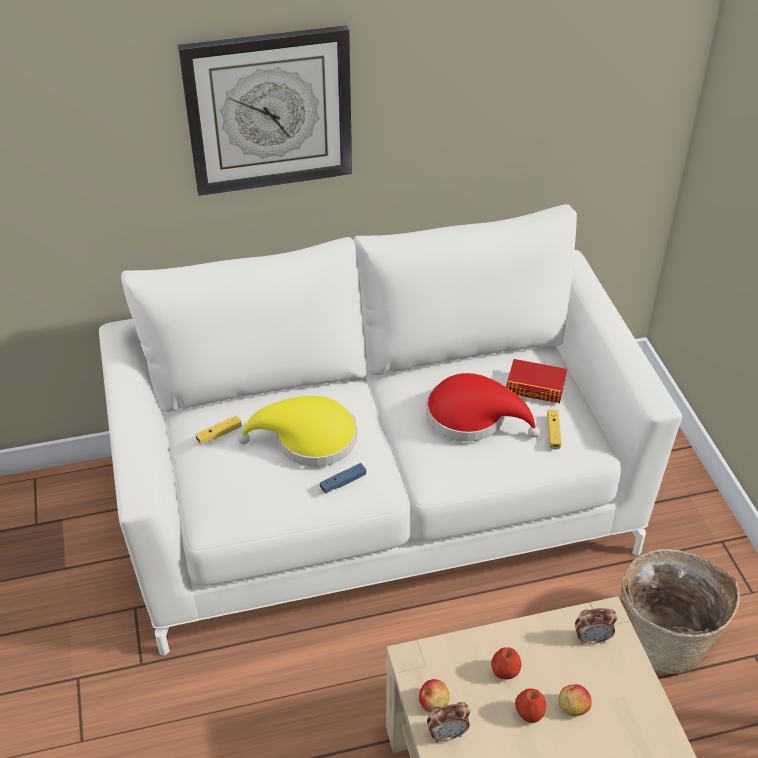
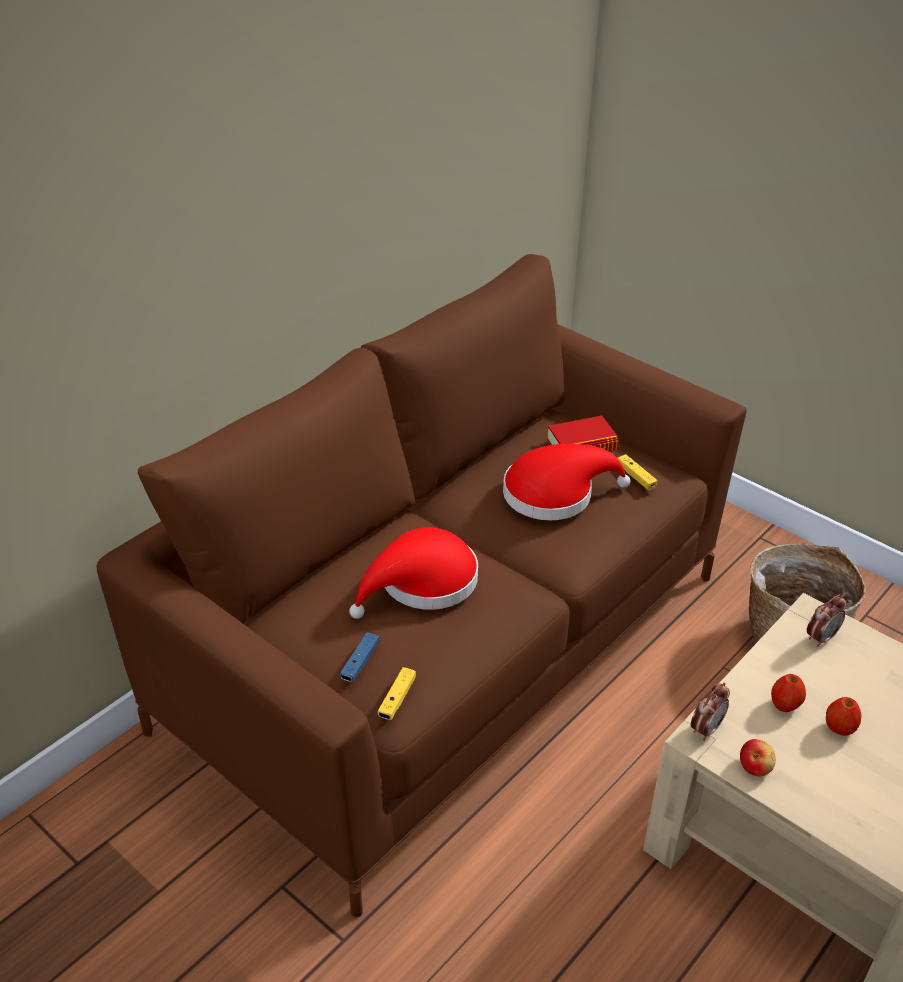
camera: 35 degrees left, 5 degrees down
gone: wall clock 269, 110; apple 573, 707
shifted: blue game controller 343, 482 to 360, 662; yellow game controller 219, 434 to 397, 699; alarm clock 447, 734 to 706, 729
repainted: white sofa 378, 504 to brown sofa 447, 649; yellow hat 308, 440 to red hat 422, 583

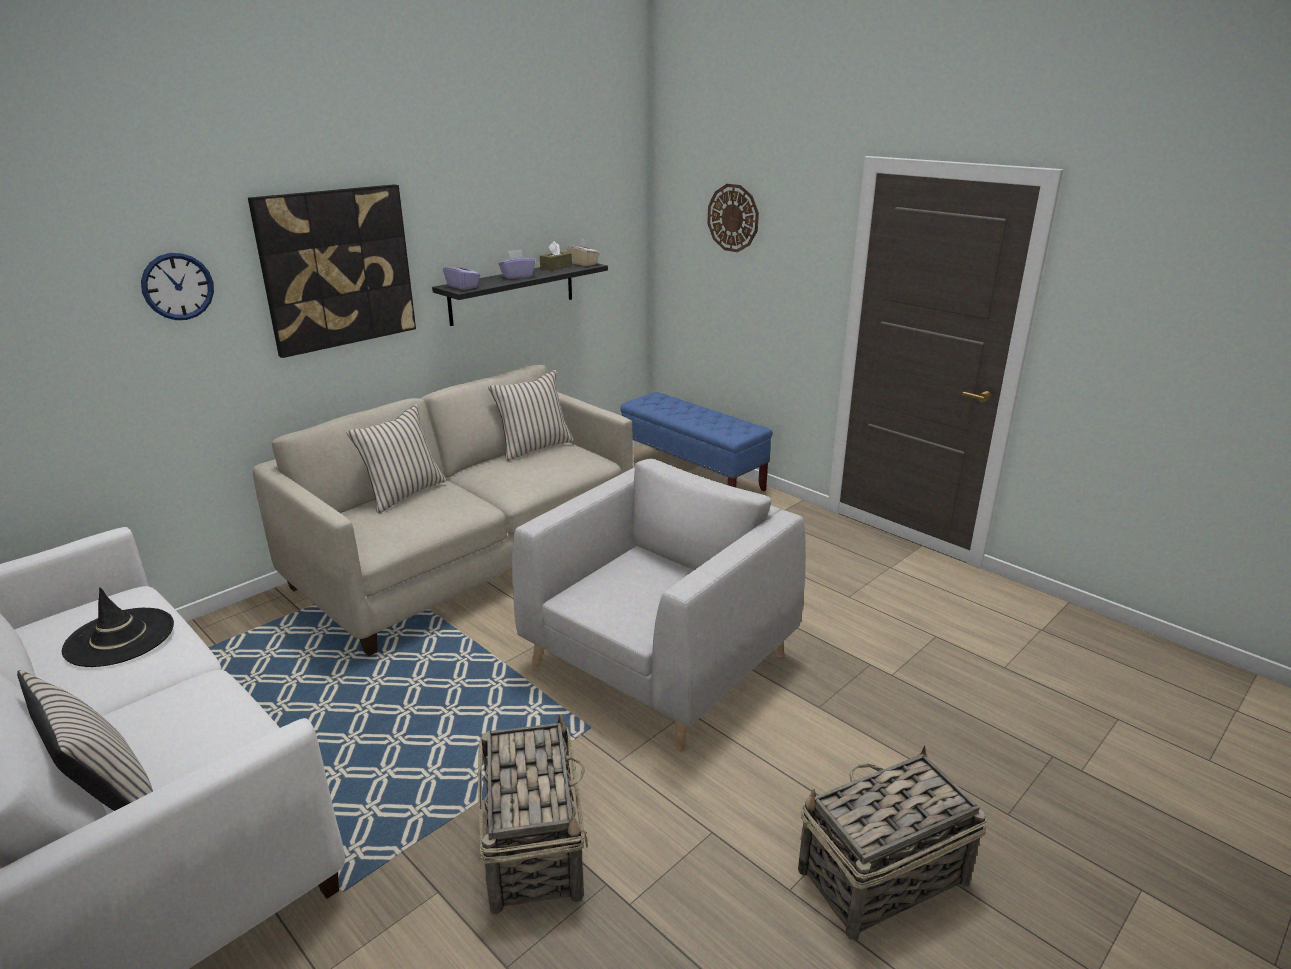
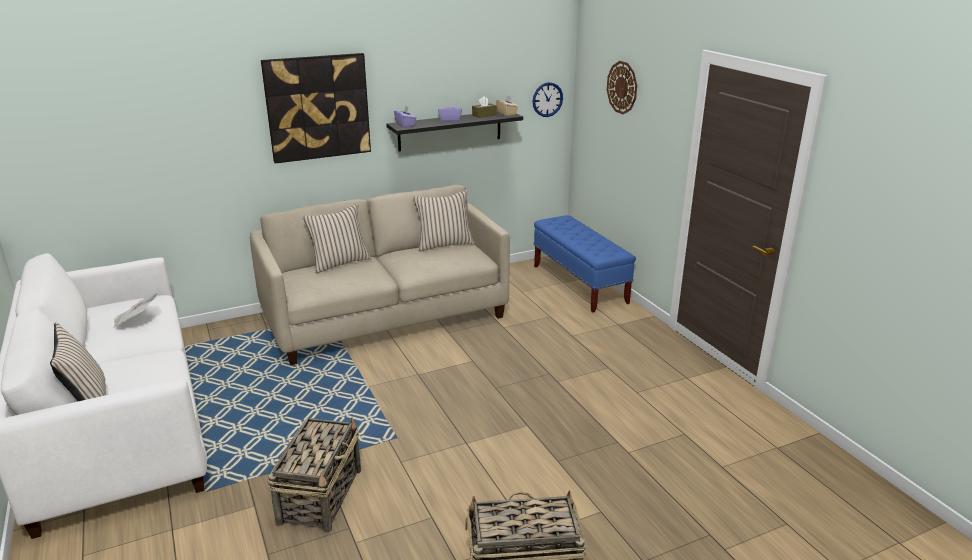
camera: 20 degrees right, 0 degrees up
gone: grey armchair 659, 660
shifted: wall clock 178, 286 to 547, 99
swapped: black hat 119, 637 to newspaper 136, 321

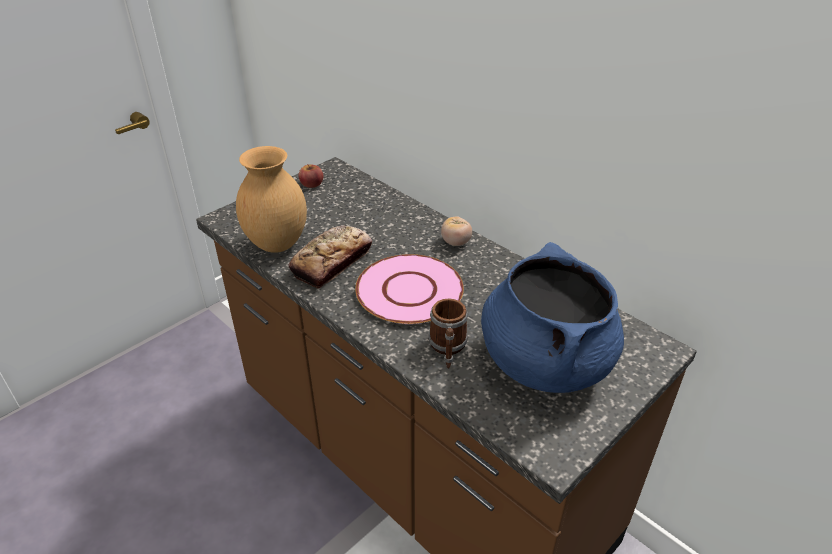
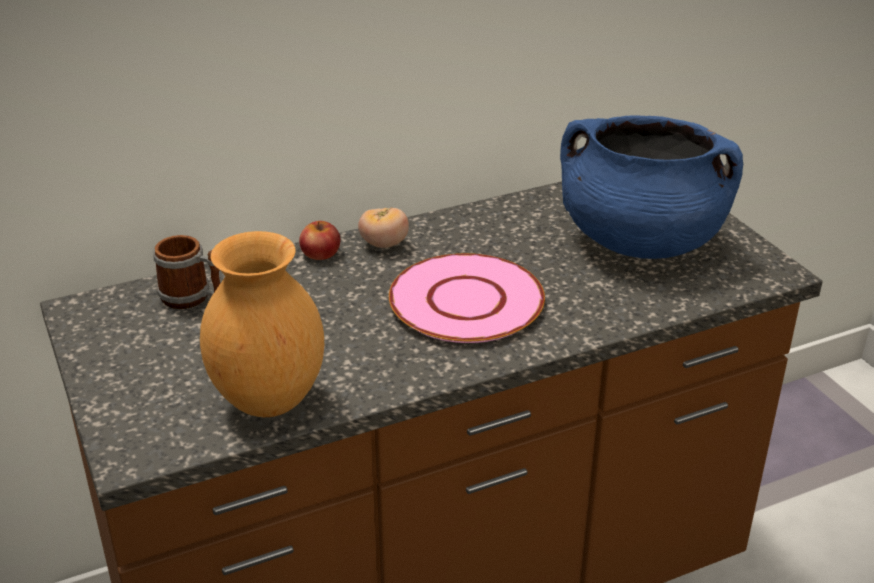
camera: 70 degrees left, 5 degrees down
gone: bread 332, 262
shifted: mug 447, 349 to 193, 299; apple 311, 183 to 320, 253

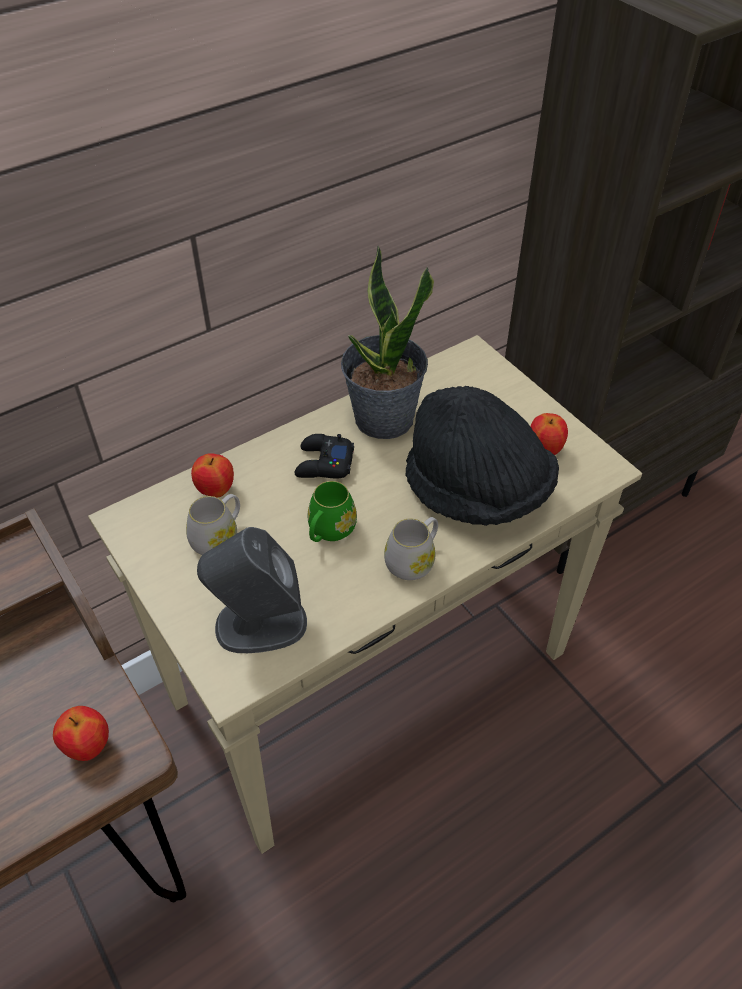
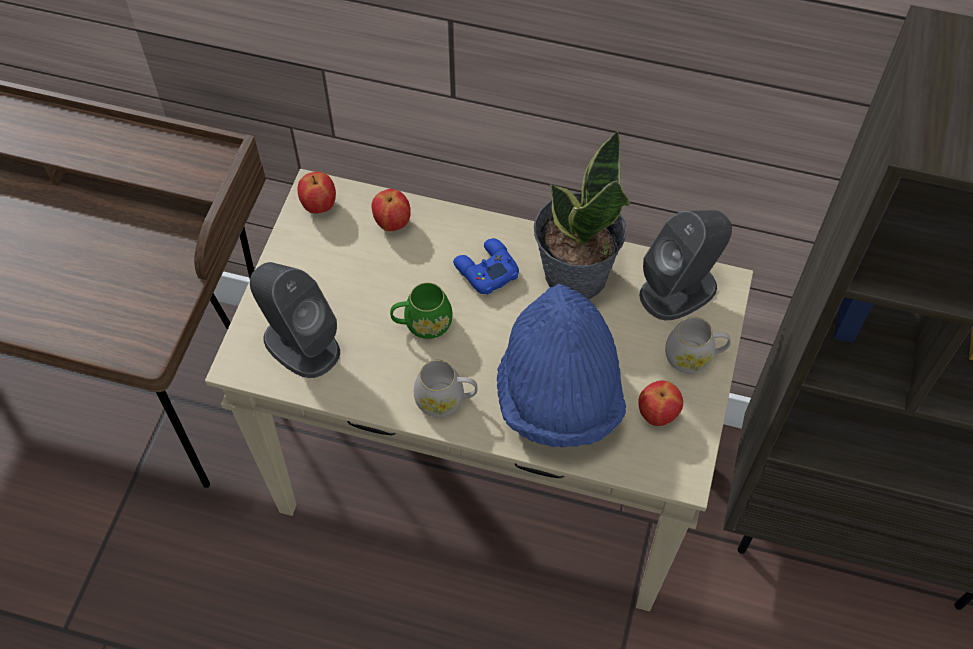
camera: 50 degrees right, 10 degrees up
new: grey speaker 679, 290
shifted: apple 88, 746 to 319, 206; white mug 219, 538 to 694, 356
repainted: black game controller 323, 463 to blue game controller 485, 270; black hat 476, 492 to blue hat 558, 395

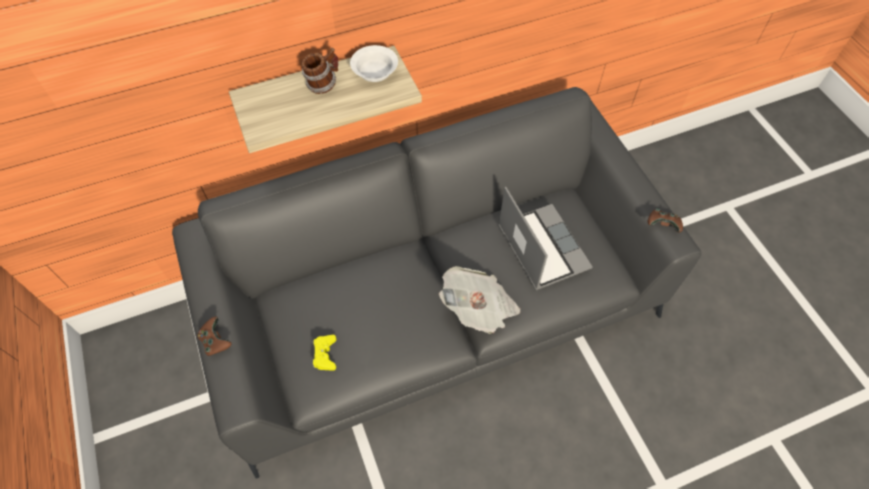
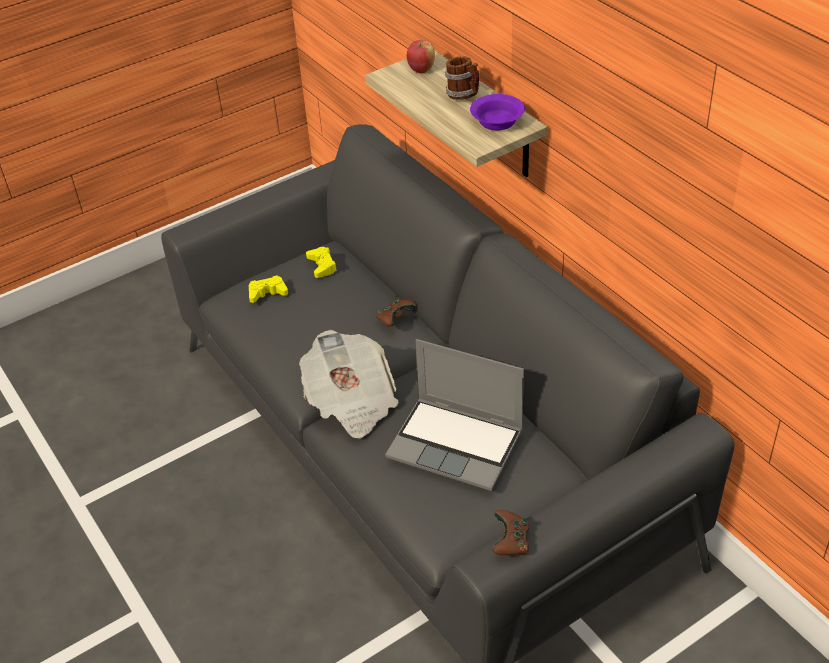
camera: 80 degrees right, 15 degrees down
new: yellow game controller 322, 266; apple 421, 69
shifted: brown game controller 216, 341 to 395, 319
repainted: white bowl 374, 72 to purple bowl 496, 121
rotated: laptop 541, 247 = 457, 444 60 degrees clockwise

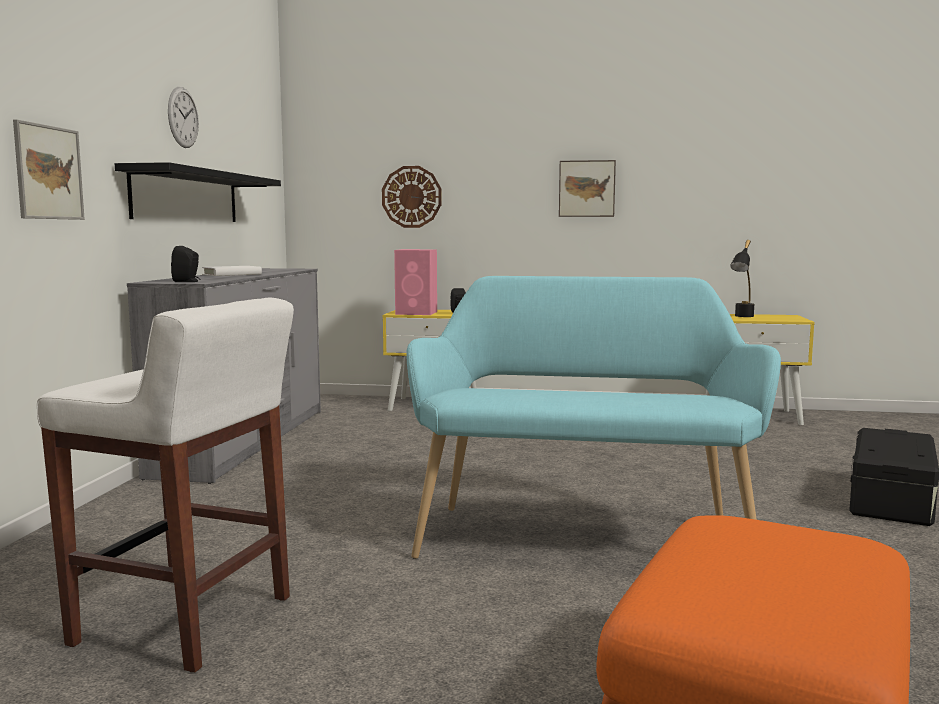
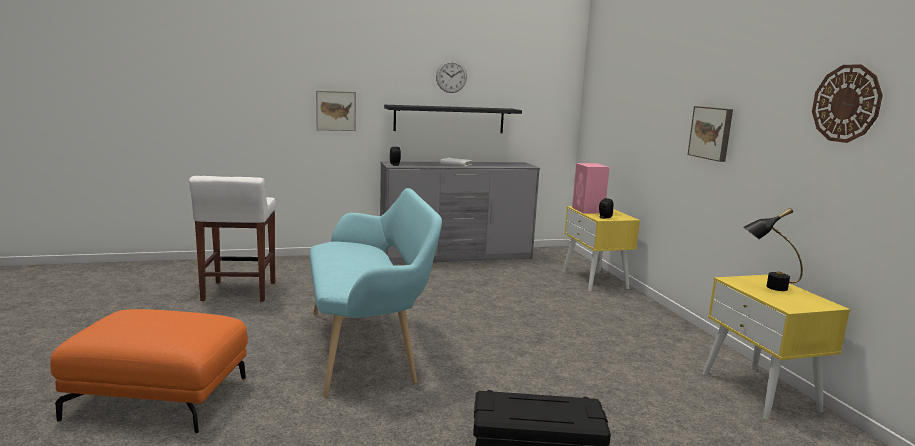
camera: 65 degrees right, 5 degrees up
shifted: wall clock 411, 197 to 846, 103

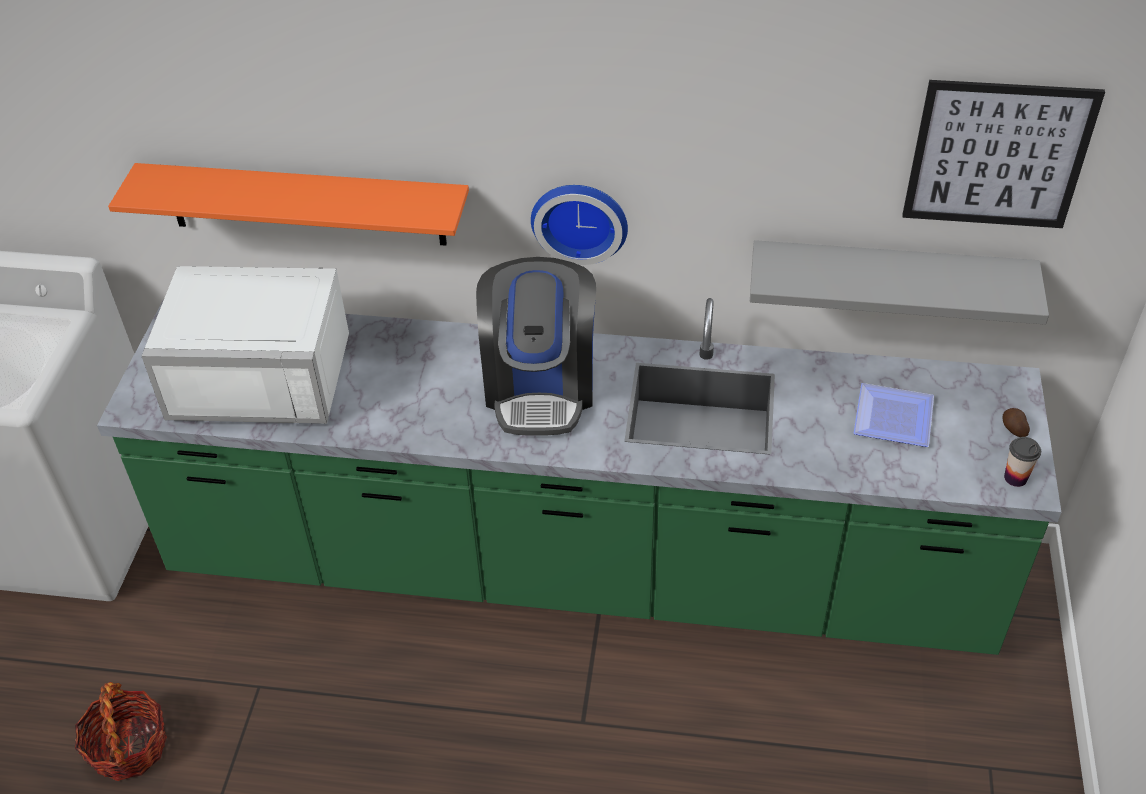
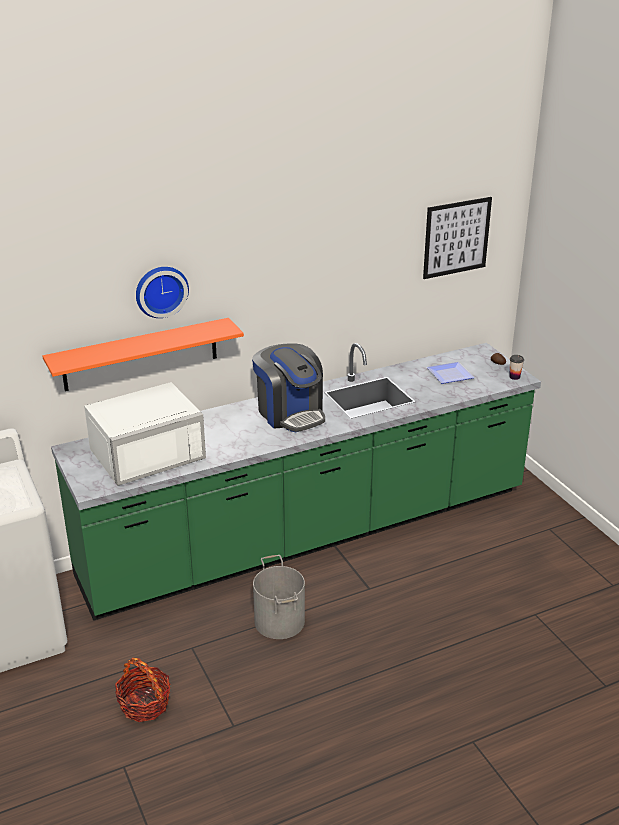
camera: 35 degrees left, 15 degrees down
gone: grey shelf 889, 279
new: grey bucket 278, 621
shifted: wall clock 580, 219 to 160, 290

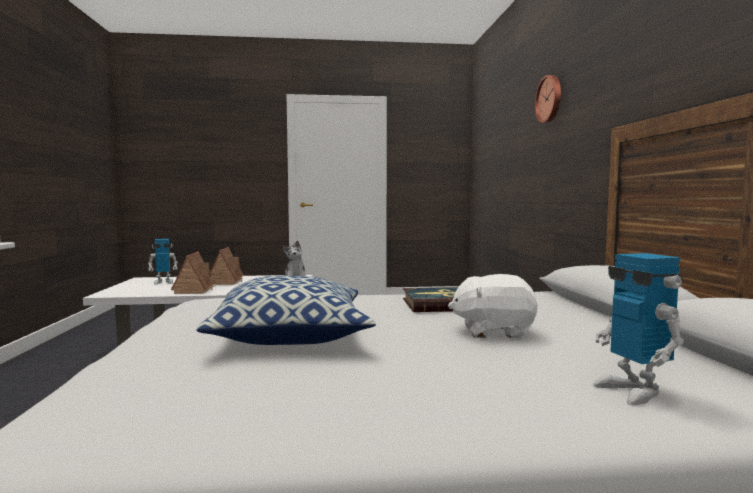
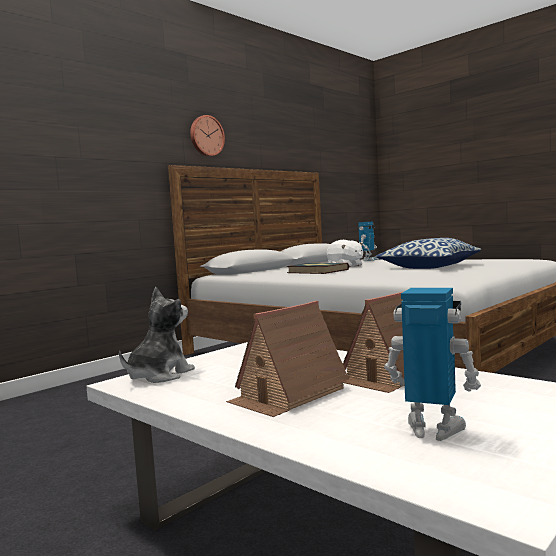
camera: 130 degrees left, 0 degrees up
shifted: wall clock 550, 99 to 206, 136

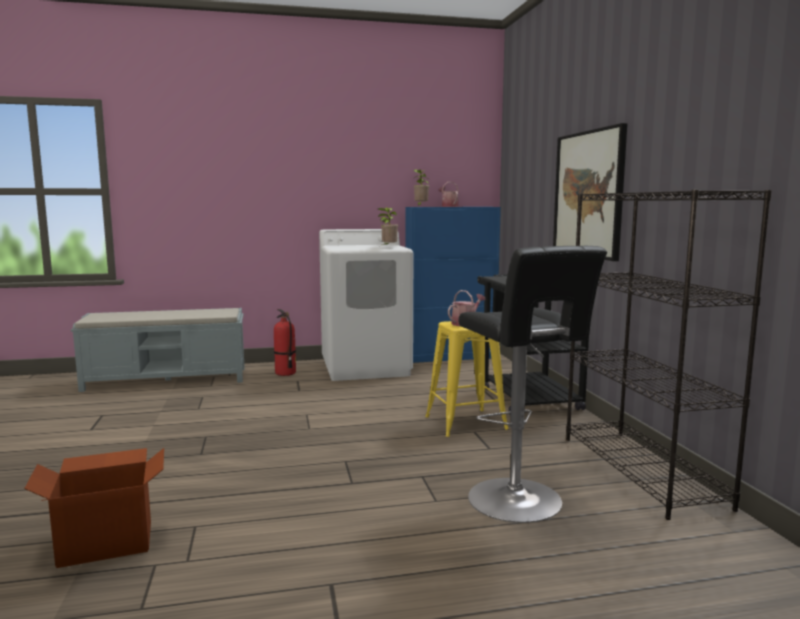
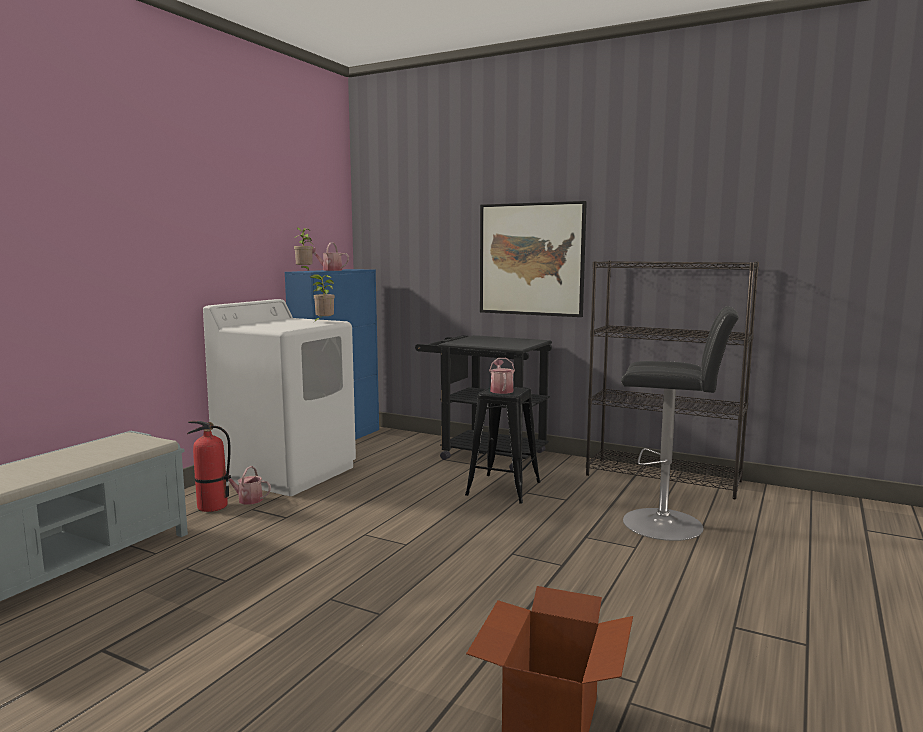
camera: 50 degrees left, 0 degrees up
new: watering can 247, 499
repainted: yellow stool 465, 423 to black stool 503, 488

